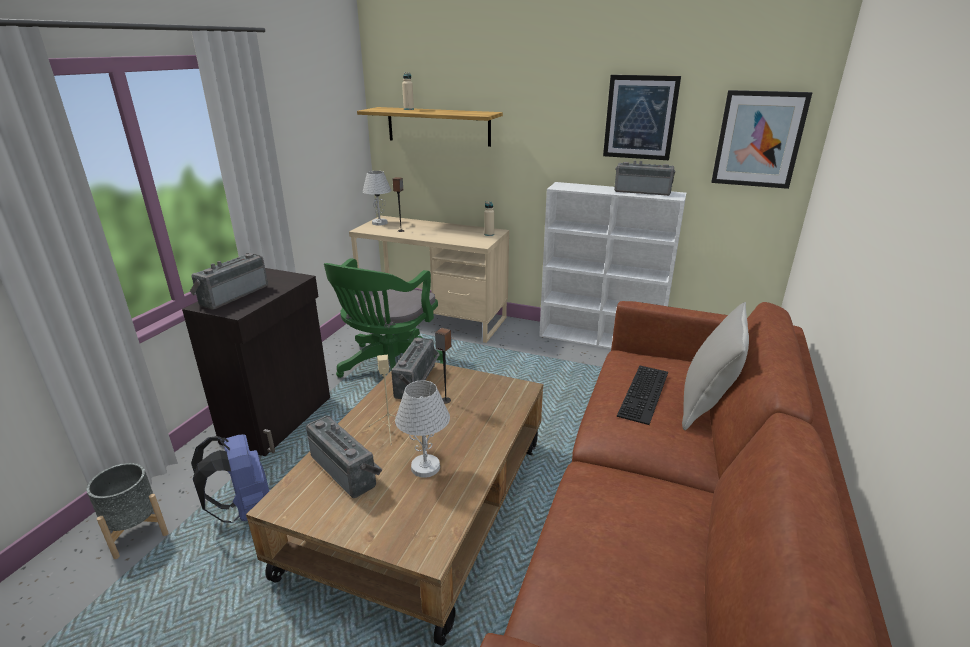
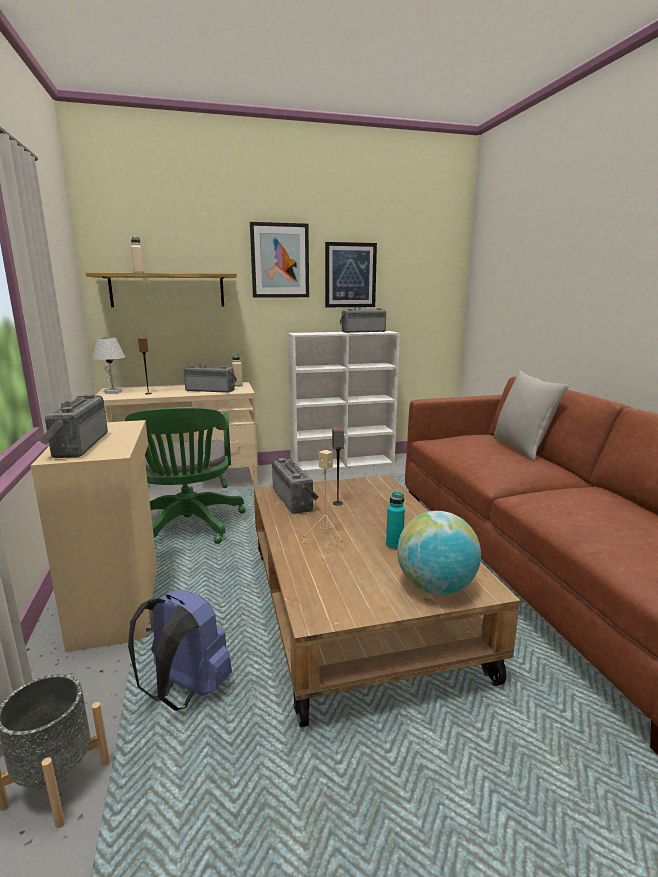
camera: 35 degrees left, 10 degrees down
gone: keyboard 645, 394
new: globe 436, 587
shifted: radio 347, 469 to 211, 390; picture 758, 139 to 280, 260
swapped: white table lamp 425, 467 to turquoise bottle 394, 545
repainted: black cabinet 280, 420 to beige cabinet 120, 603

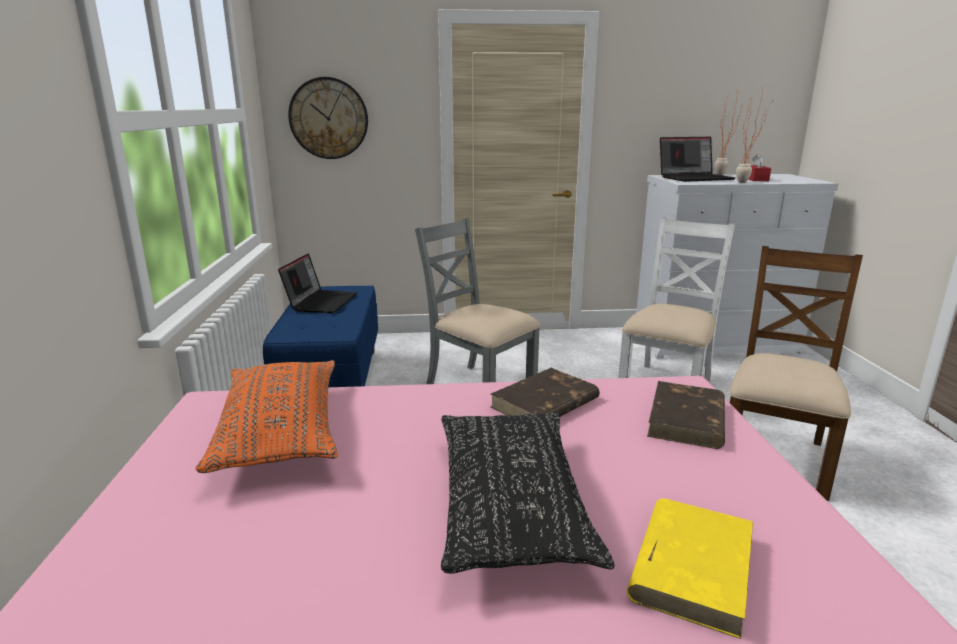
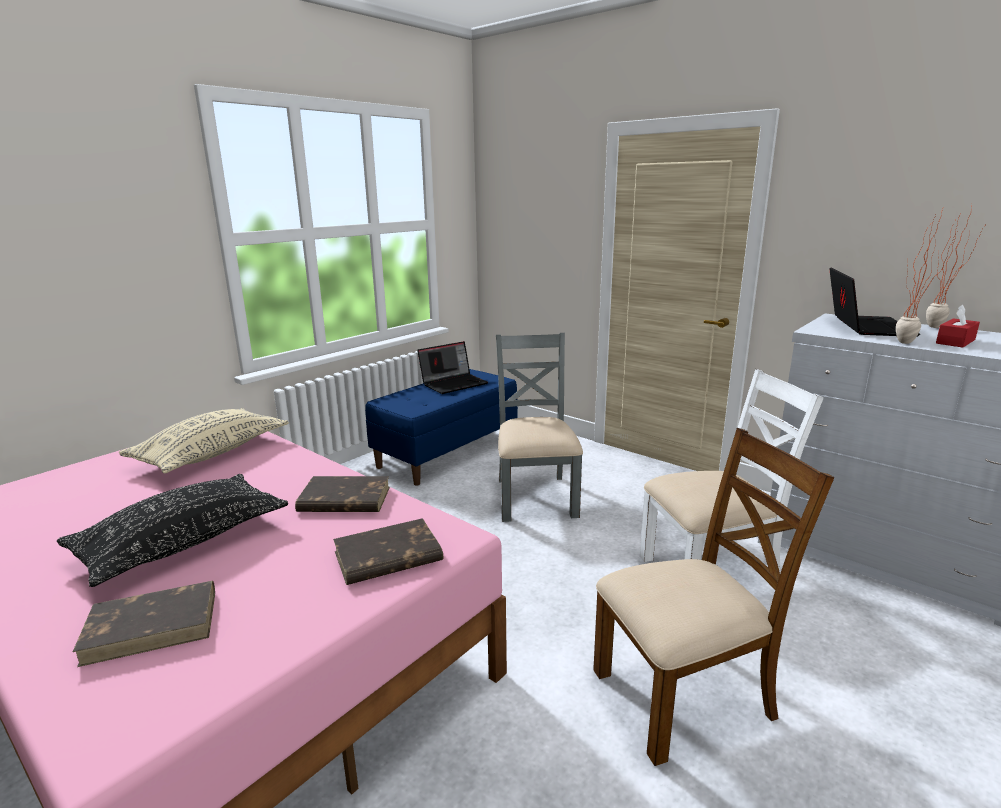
camera: 45 degrees right, 0 degrees up
gone: wall clock 328, 118
repainted: yellow book 692, 566 to brown book 153, 625; orange pillow 280, 431 to beige pillow 211, 453
rotated: laptop 695, 178 = 865, 326 105 degrees counterclockwise

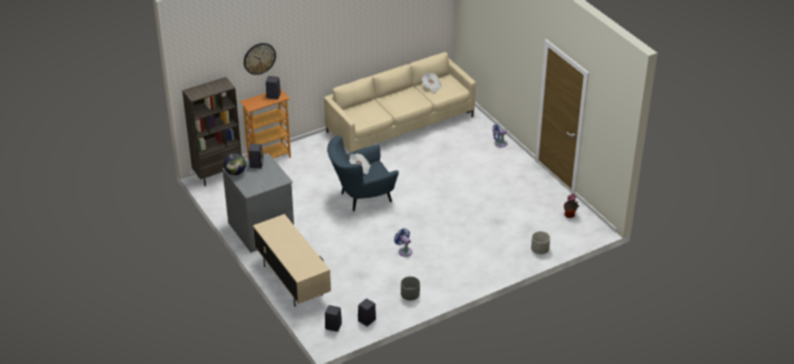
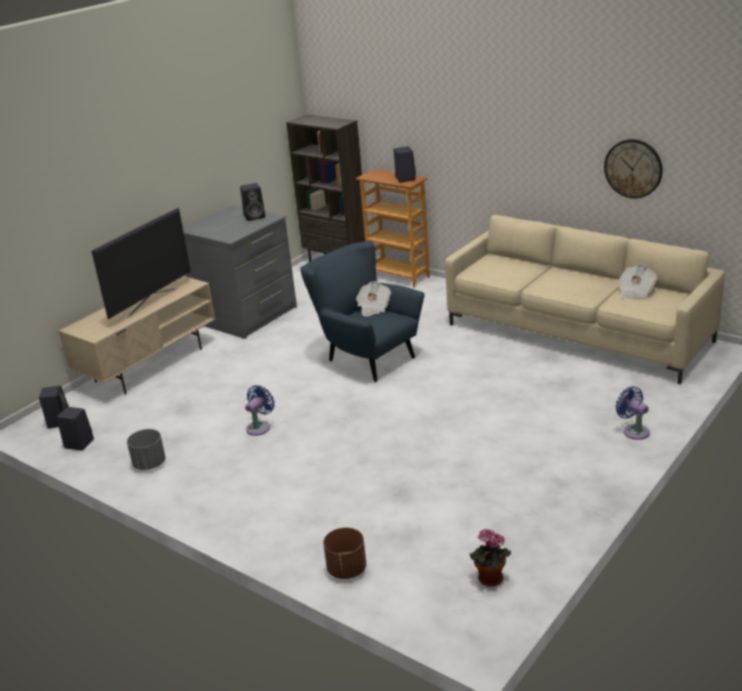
camera: 70 degrees right, 10 degrees down
gone: globe 235, 173
new: television 152, 302
shifted: wall clock 259, 58 to 633, 168
repainted: grey planter 540, 250 to brown planter 347, 570

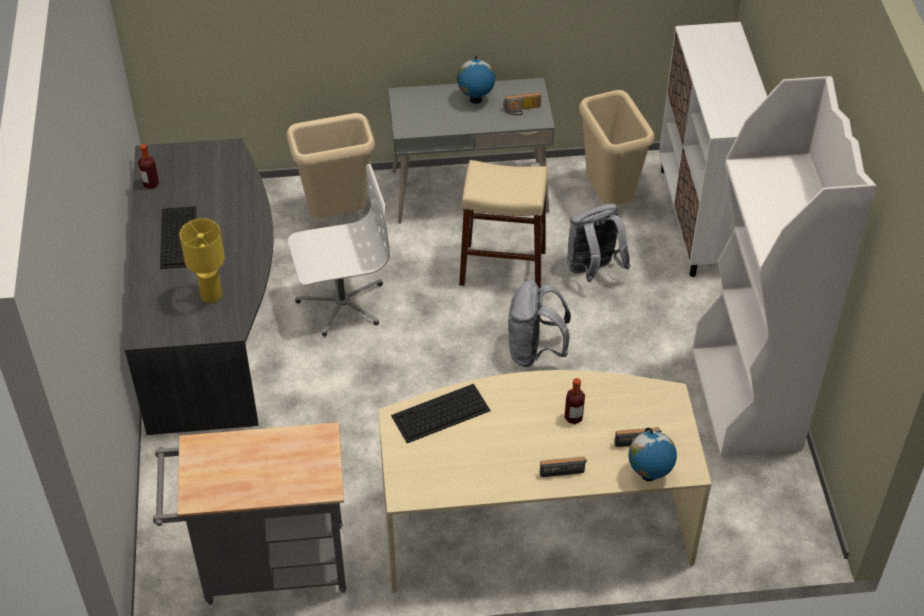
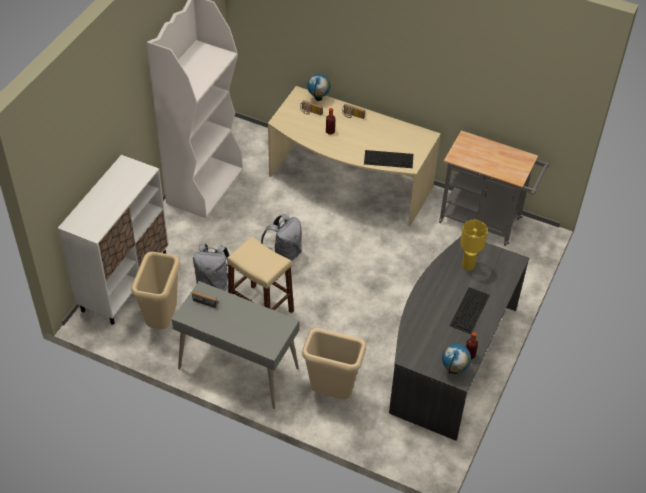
camera: 150 degrees left, 0 degrees up
gone: white office chair 341, 303
shifted: globe 475, 100 to 454, 370

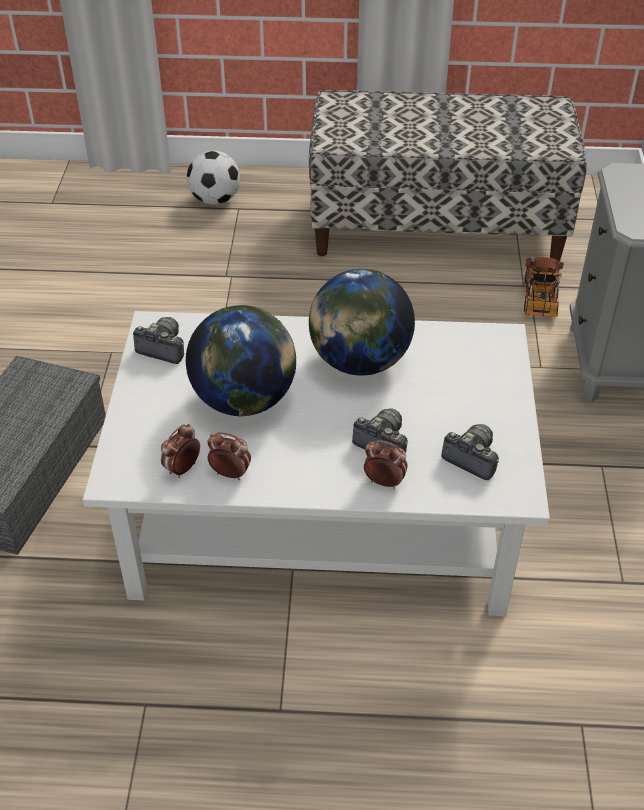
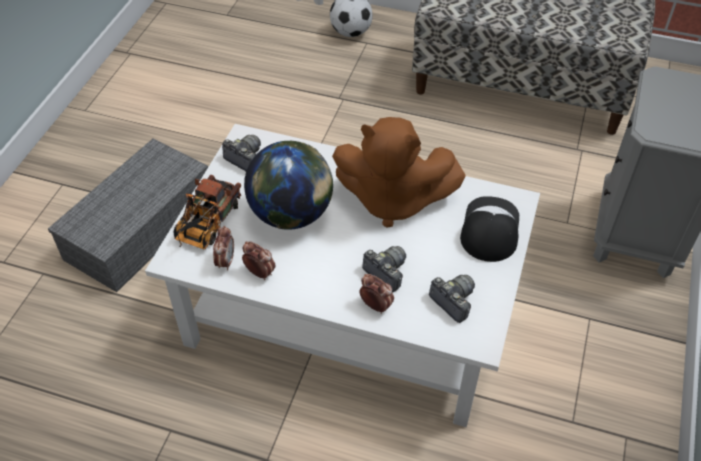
camera: 15 degrees right, 5 degrees up
new: cap 489, 229
shifted: toy truck 539, 302 to 206, 225
swapped: globe 359, 362 to brown plush toy 392, 200
rotated: alarm clock 182, 469 = 225, 261 135 degrees clockwise

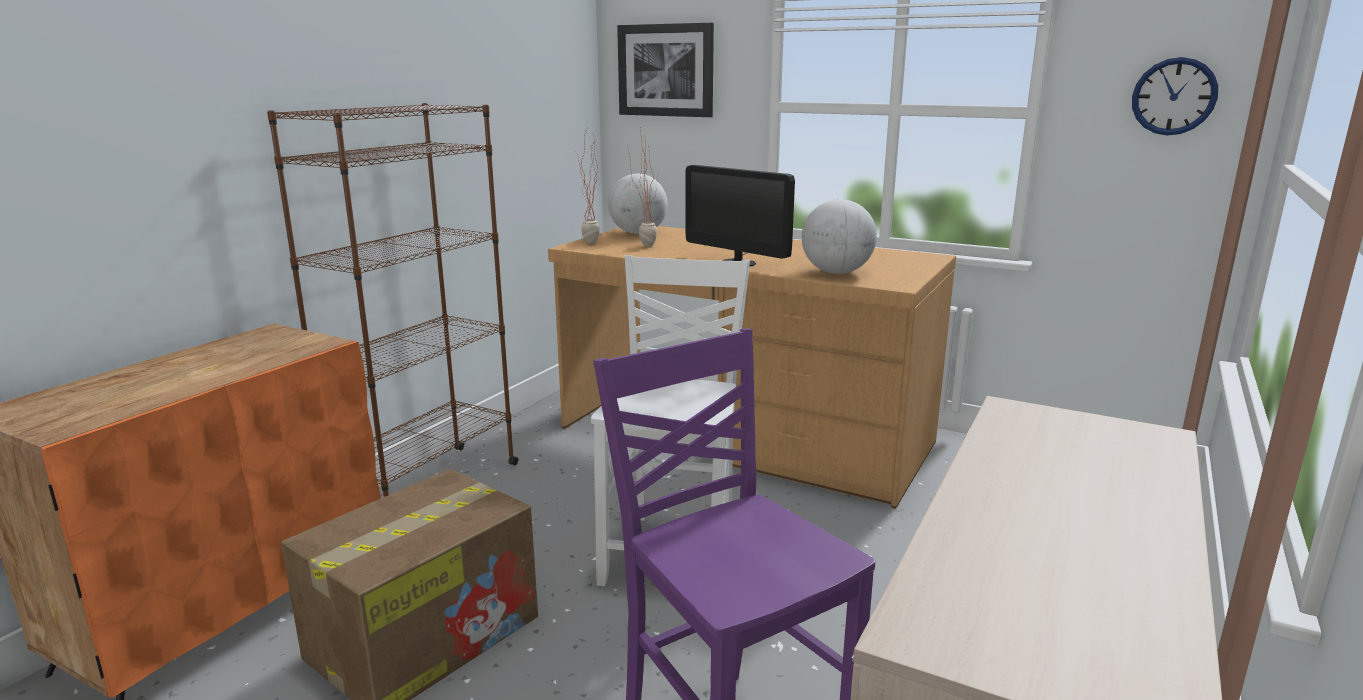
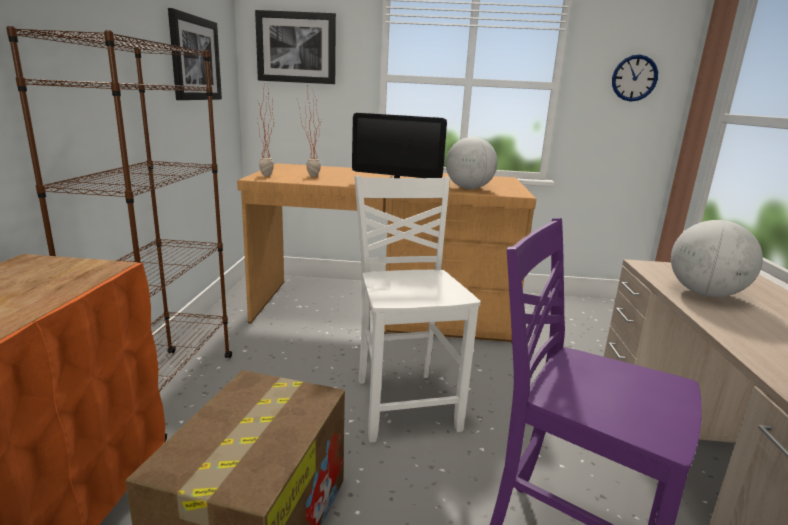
camera: 25 degrees left, 0 degrees up
new: picture 195, 58
shifted: globe 638, 233 to 705, 294

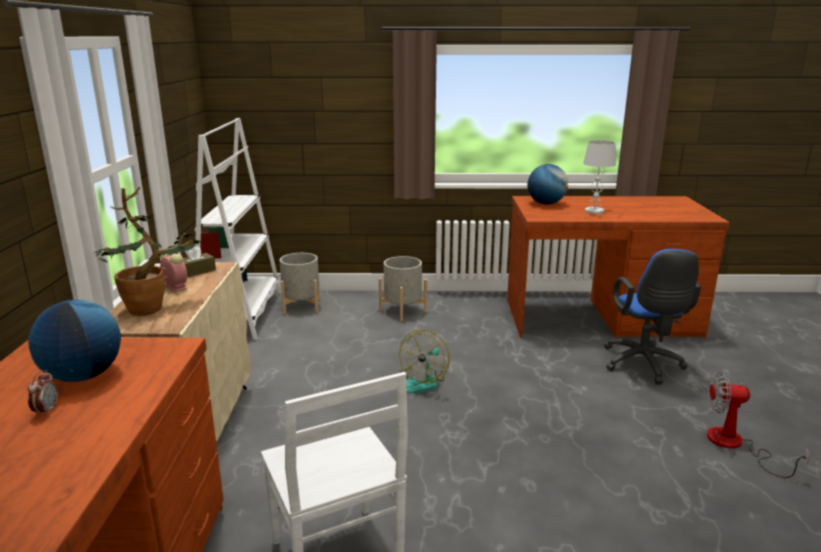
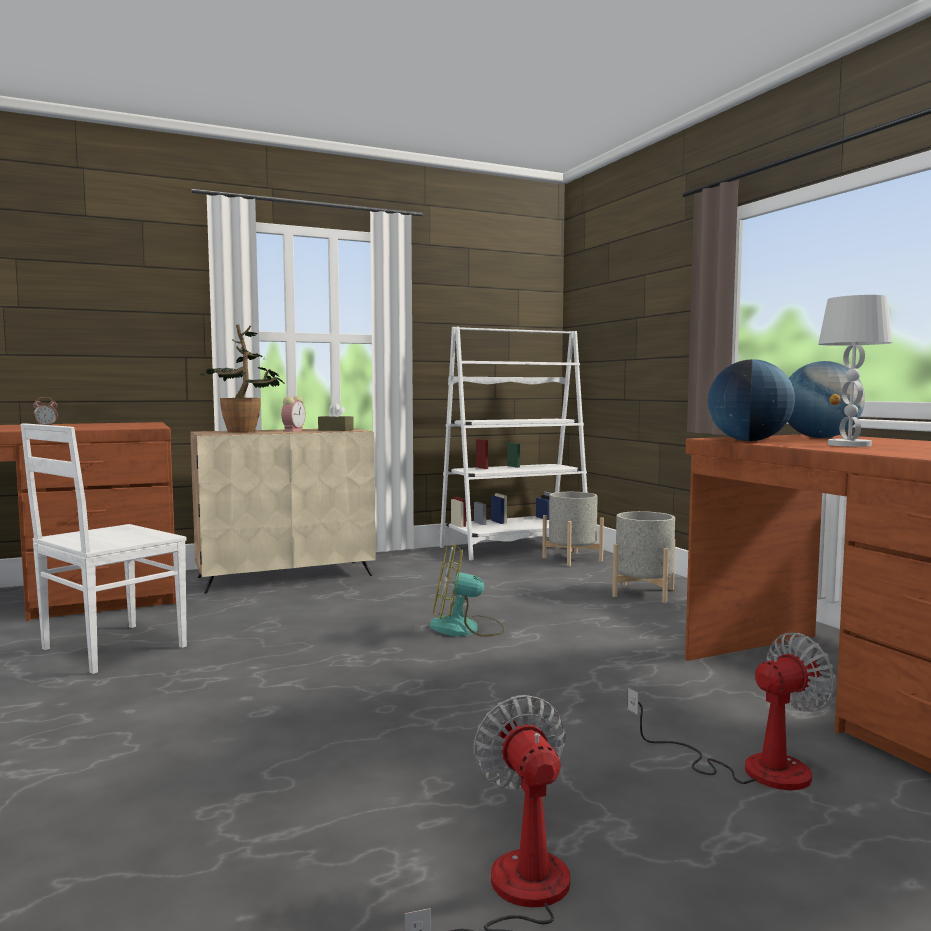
camera: 65 degrees right, 15 degrees down
shifted: globe 83, 376 to 748, 441
swapped: blue office chair 643, 365 to fan 751, 768

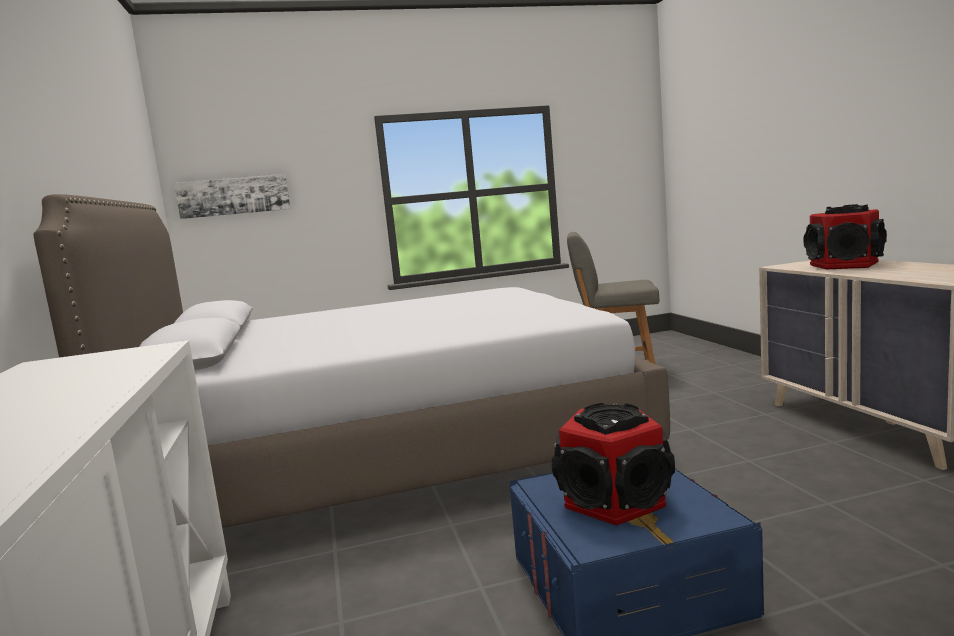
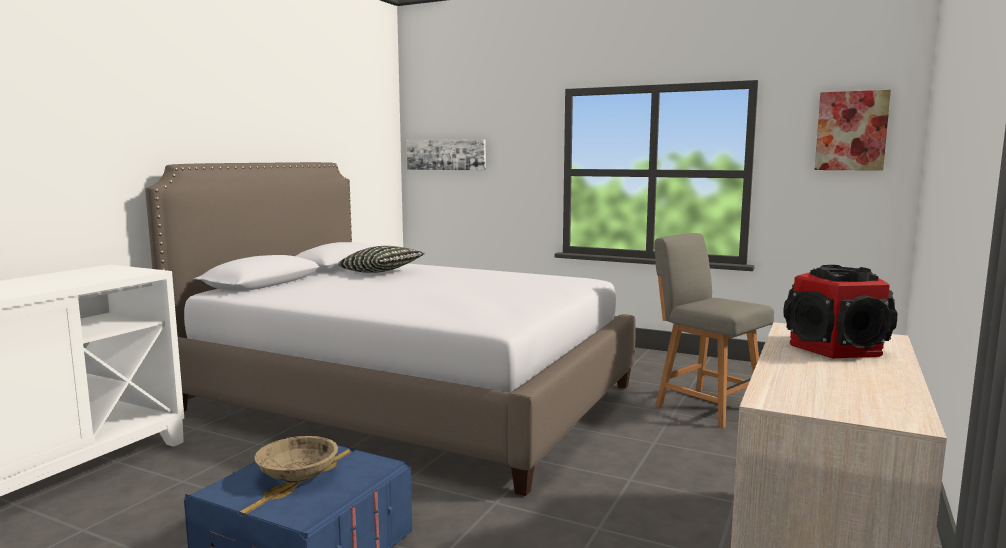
camera: 40 degrees right, 0 degrees up
new: pillow 381, 272; picture 851, 131
swapped: speaker 614, 500 to beige bowl 298, 475

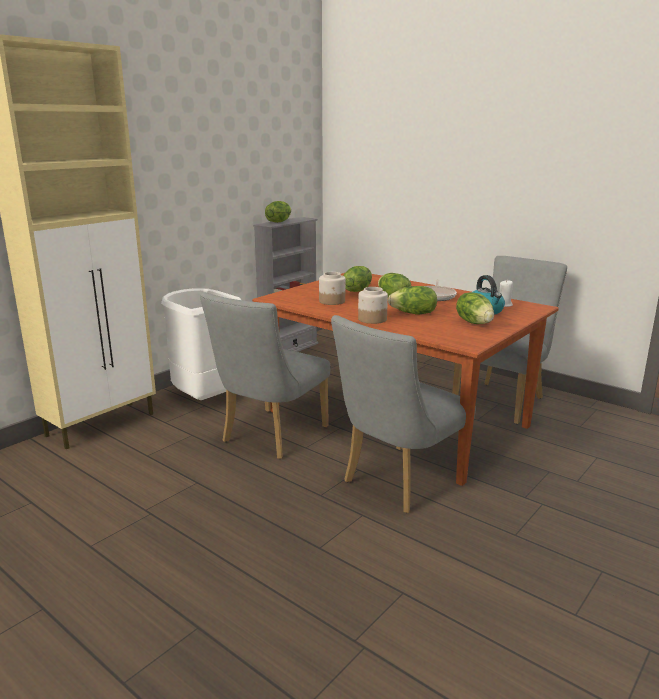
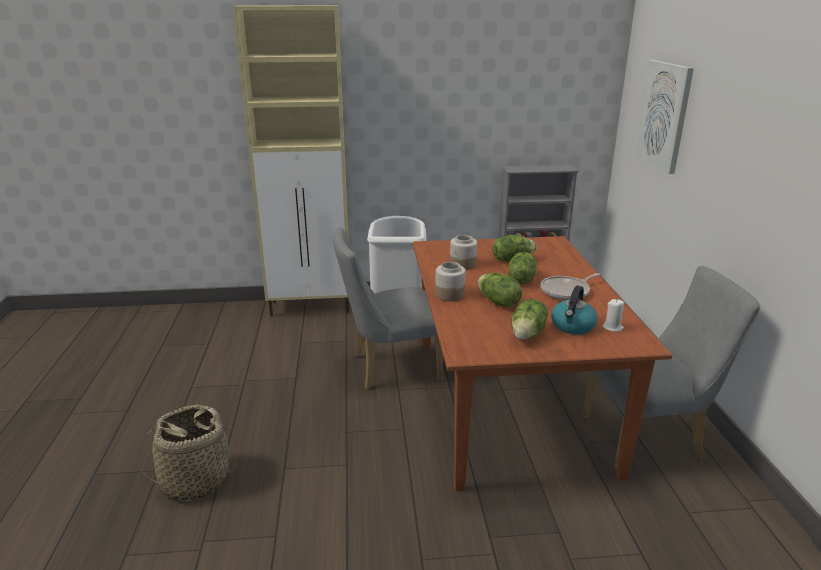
camera: 45 degrees right, 5 degrees up
gone: lettuce 278, 222; grey chair 398, 482
new: basket 195, 480; picture 663, 115

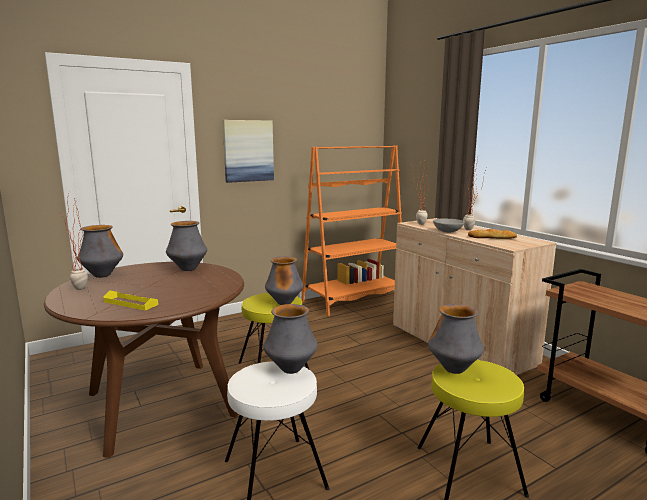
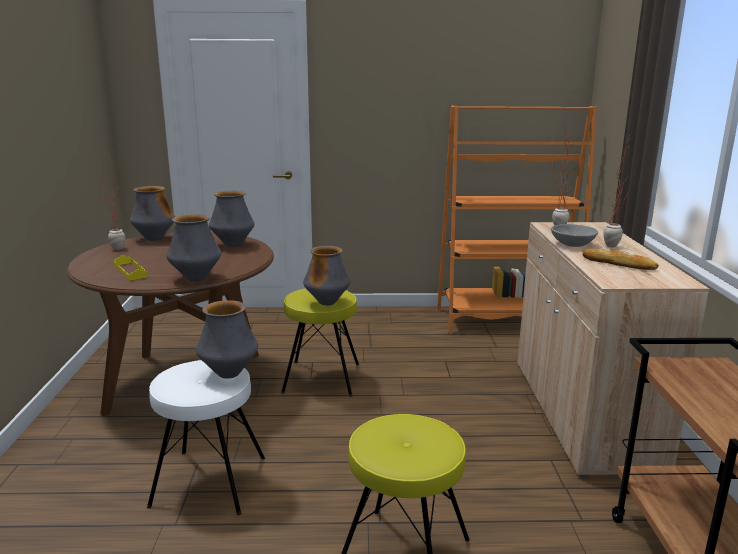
camera: 30 degrees right, 5 degrees up
gone: picture 248, 151
shifted: vase 453, 369 to 196, 278

